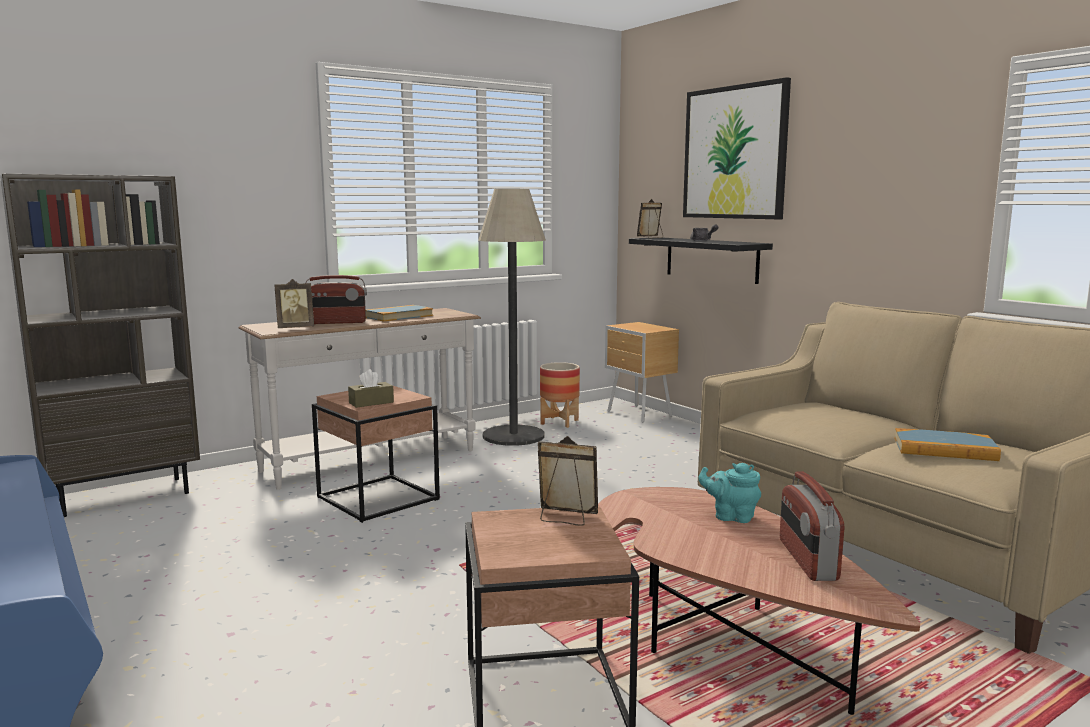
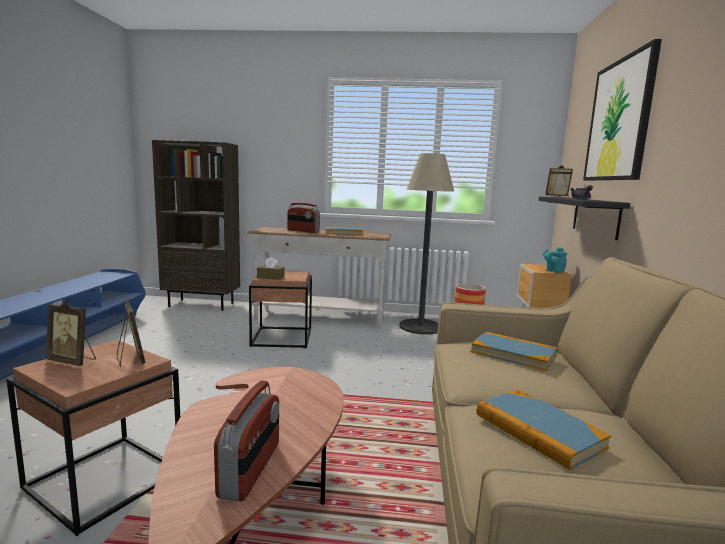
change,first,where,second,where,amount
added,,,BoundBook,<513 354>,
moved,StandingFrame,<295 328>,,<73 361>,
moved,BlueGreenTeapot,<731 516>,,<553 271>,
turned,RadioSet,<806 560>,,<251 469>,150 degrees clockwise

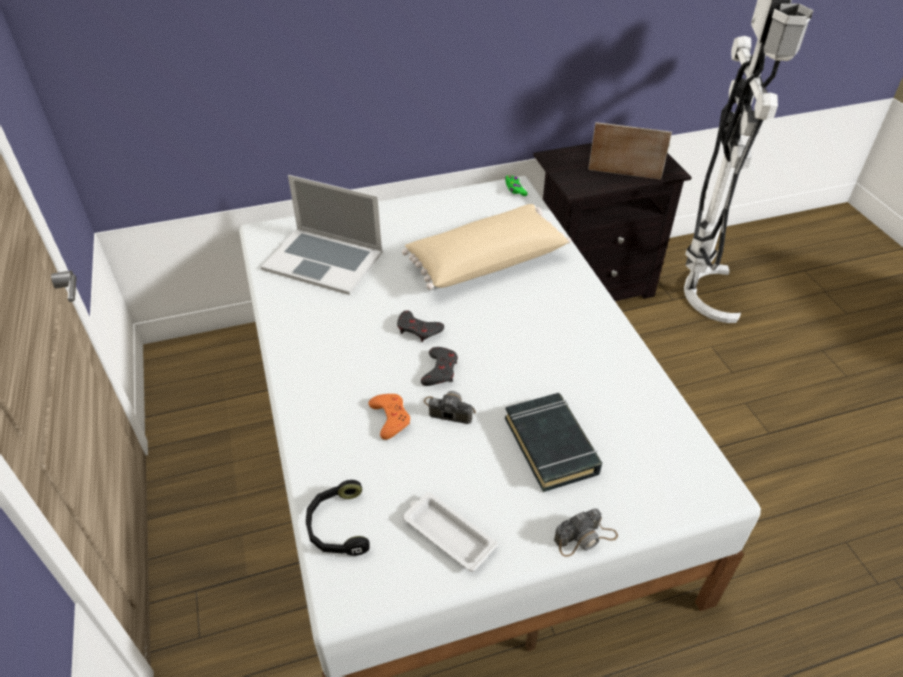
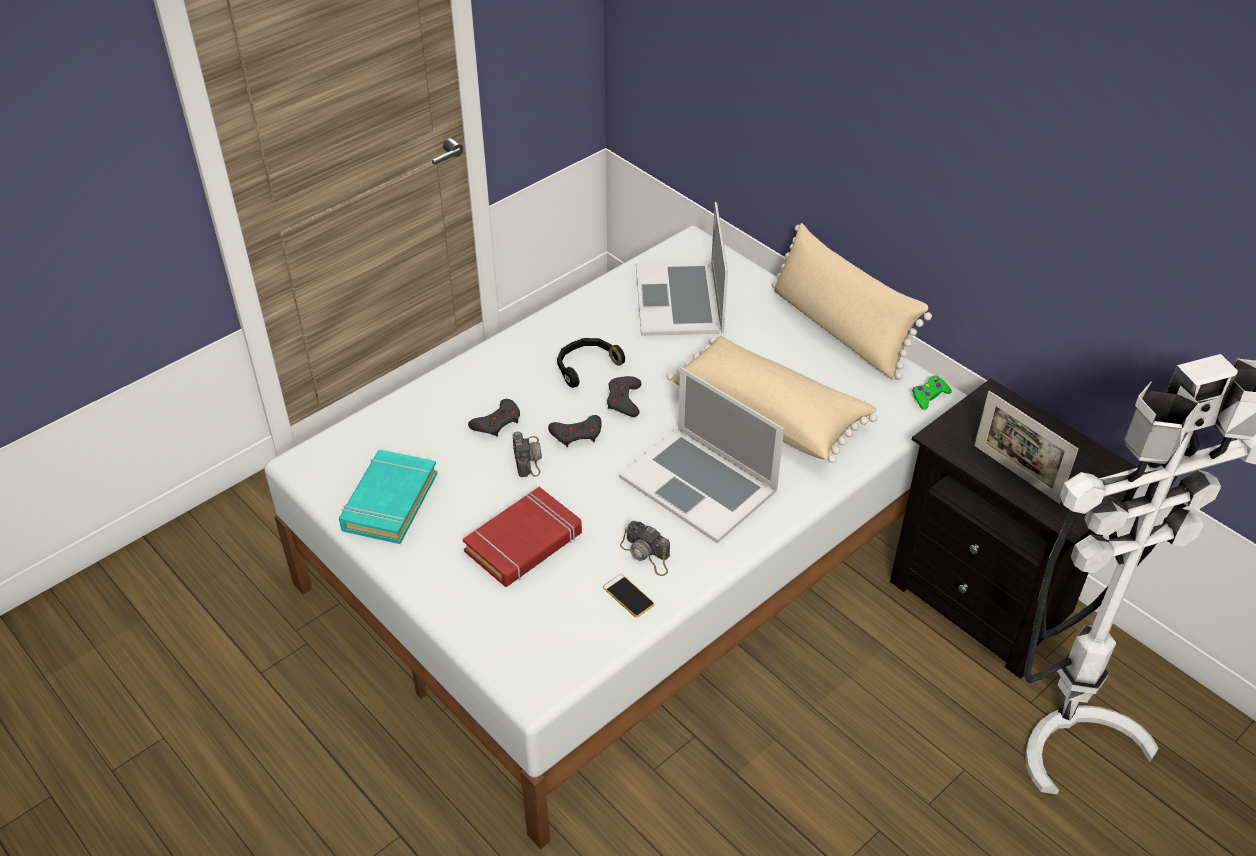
change,first,where,second,where,amount
added,,,Handset,<628 596>,
added,,,PortableComputer,<698 483>,
added,,,SandColouredCushion,<839 330>,
moved,BlackishHeadset,<337 526>,,<586 366>,
moved,PhotoCamera,<585 538>,,<647 554>,
replaced,WhitishCarryingTray,<447 533>,BlueGreenBoundBook,<389 502>,
recoloured,OrangeyGamepad,<390 418>,GreyishGamepad,<497 422>,
recoloured,BlackishBoundBook,<551 445>,RedColouredBoundBook,<524 543>,
turned,StandingFrame,<624 174>,,<1016 473>,150 degrees clockwise

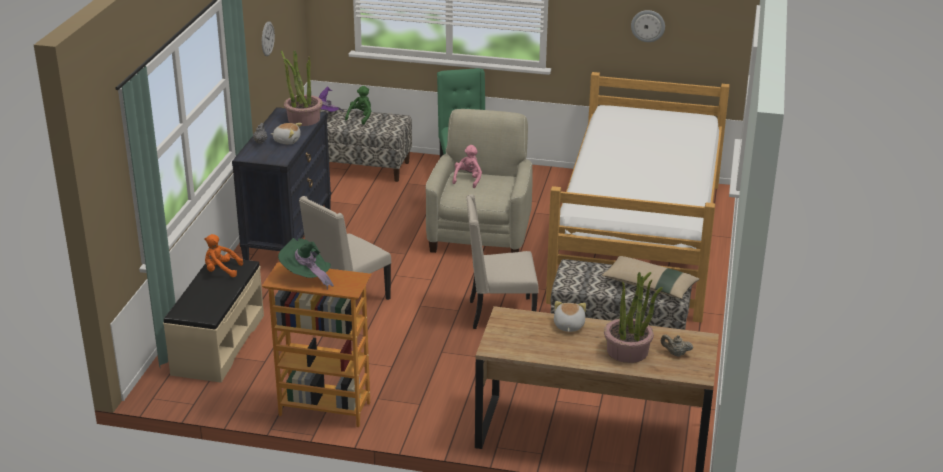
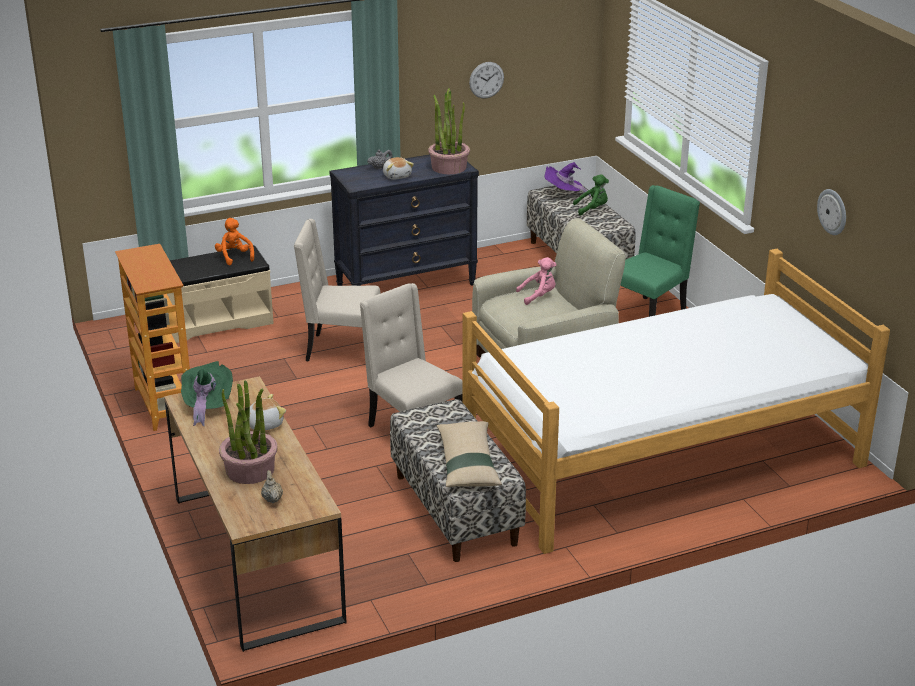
change,first,where,second,where,amount
moved,GreenishWearableHat,<307 277>,,<206 406>,

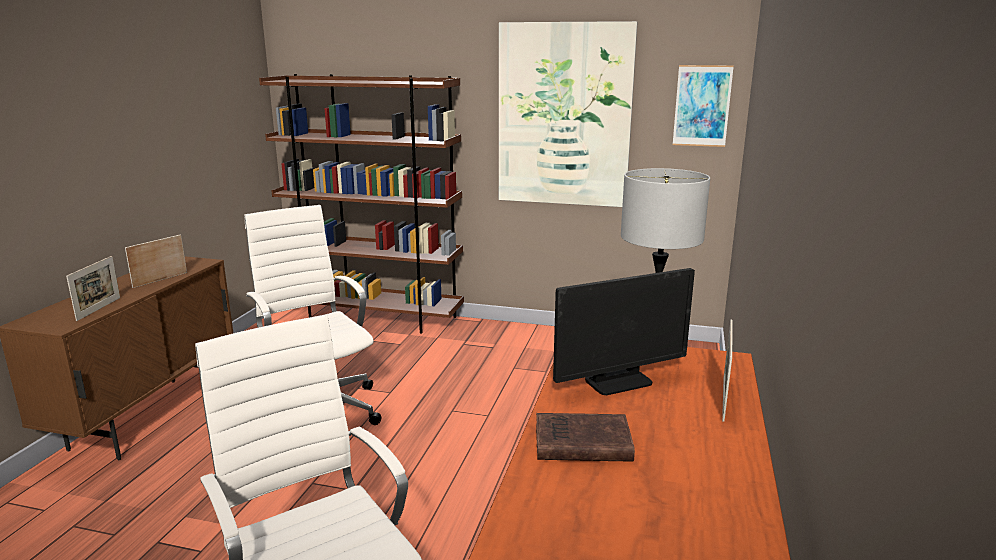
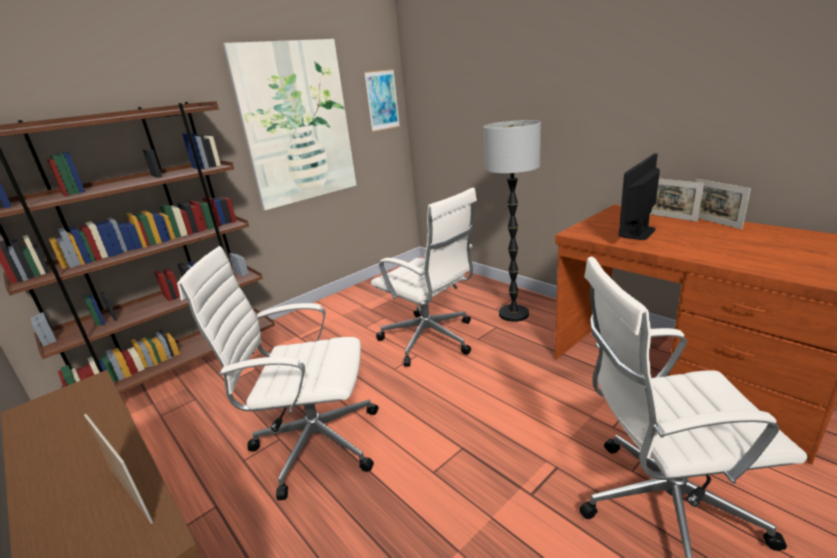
change,first,where,second,where,amount
removed,BrownishBoundBook,<579 443>,,,
added,,,WhitishComputerChair,<430 340>,
moved,StandingFrame,<160 280>,,<715 222>,
turned,ComputerDisplay,<618 381>,,<638 233>,150 degrees counterclockwise

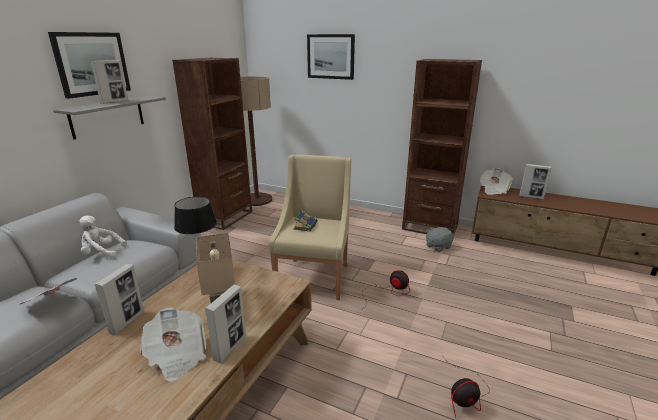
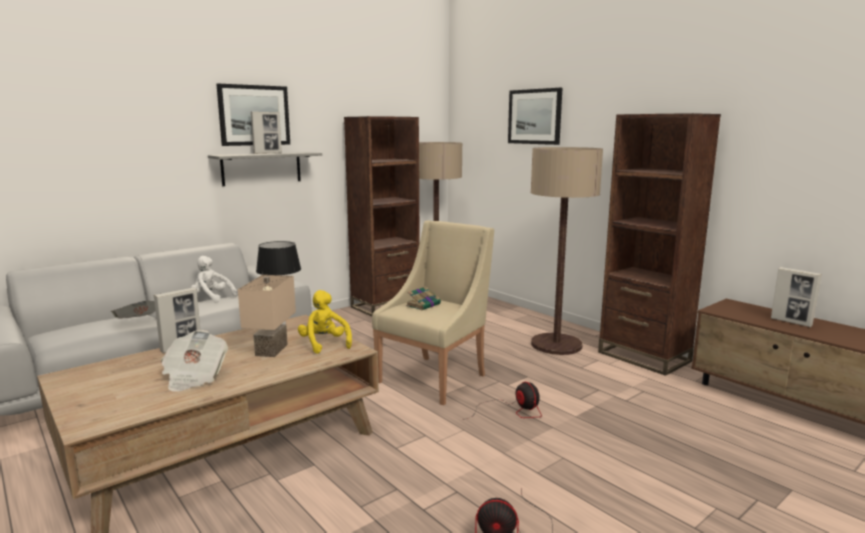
change,first,where,second,where,amount
removed,StandingFrame,<230 348>,,,
removed,GreyishSoftToy,<438 246>,,,
removed,Newspaper,<493 190>,,,
added,,,YellowishSoftToy,<324 344>,
added,,,StandardLamp,<556 345>,

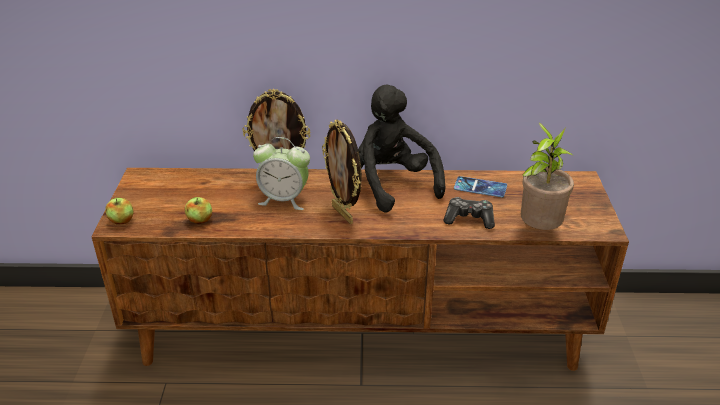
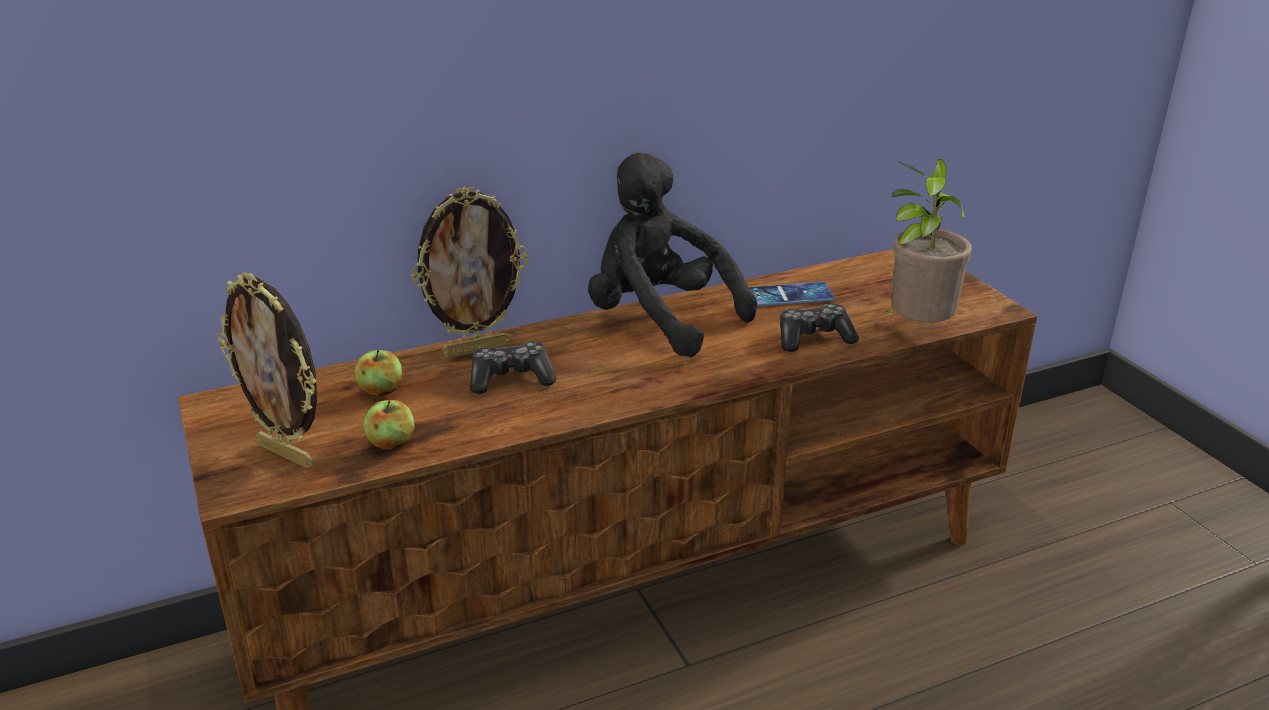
change,first,where,second,where,amount
moved,Apple,<121 220>,,<381 390>,
moved,StandingFrame,<343 214>,,<288 454>,
replaced,AlarmClock,<284 199>,Gamepad,<511 379>,

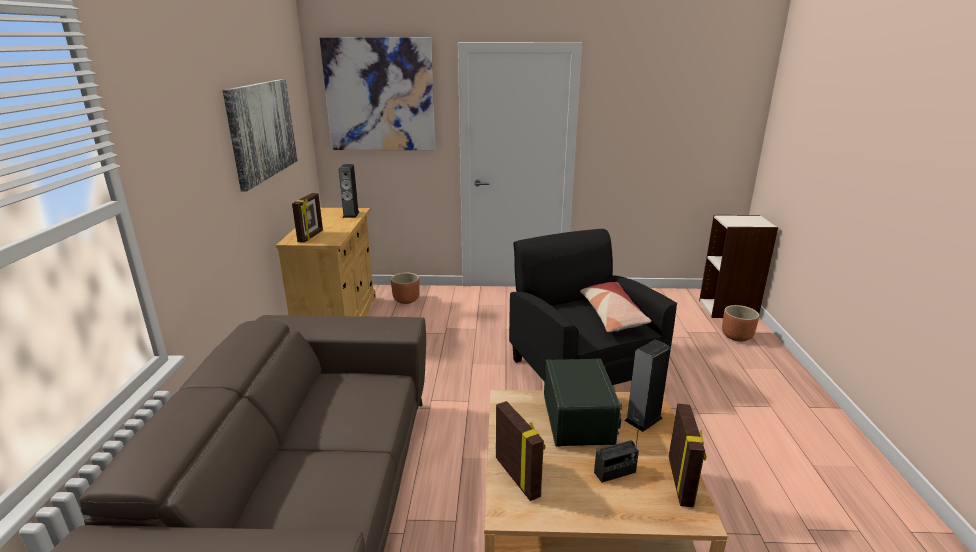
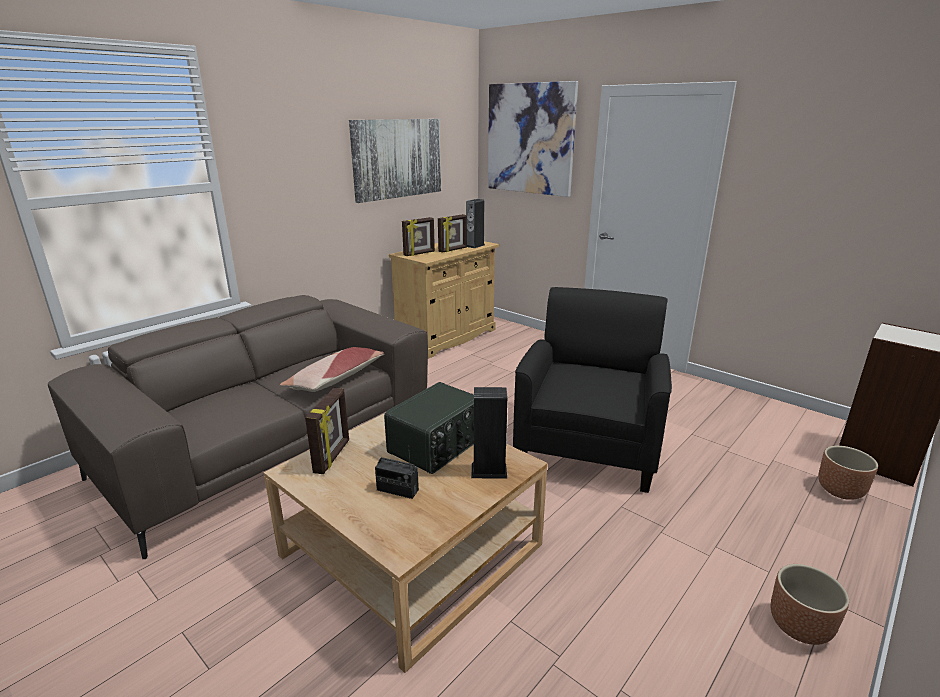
change,first,where,second,where,amount
moved,BrownishFlowerPot,<406 300>,,<798 626>,
moved,Cushion,<612 315>,,<335 379>,
moved,StandingFrame,<681 481>,,<453 250>,

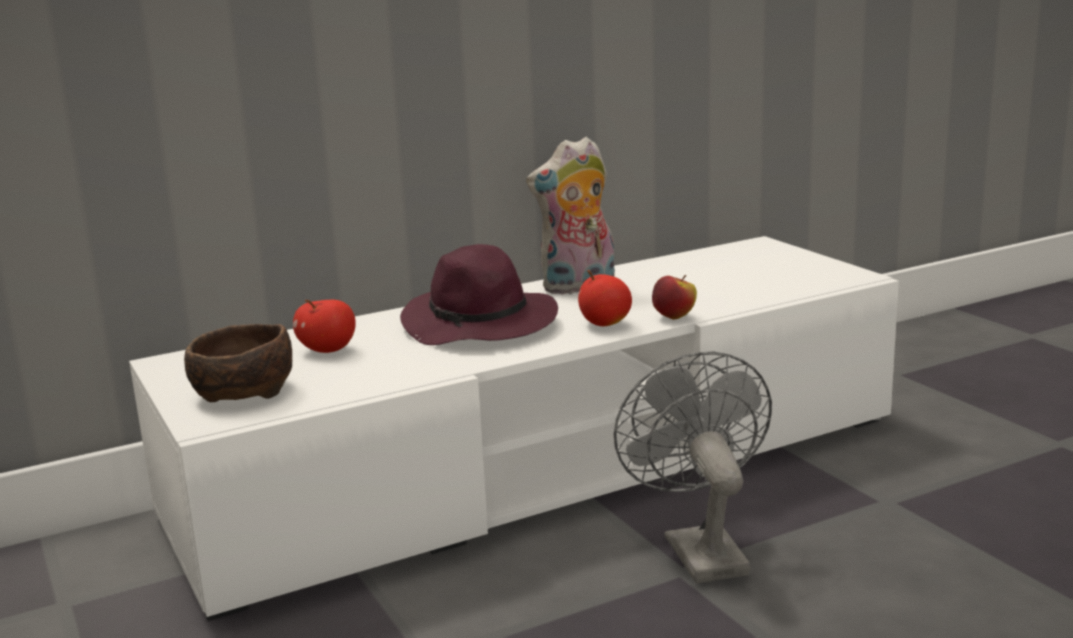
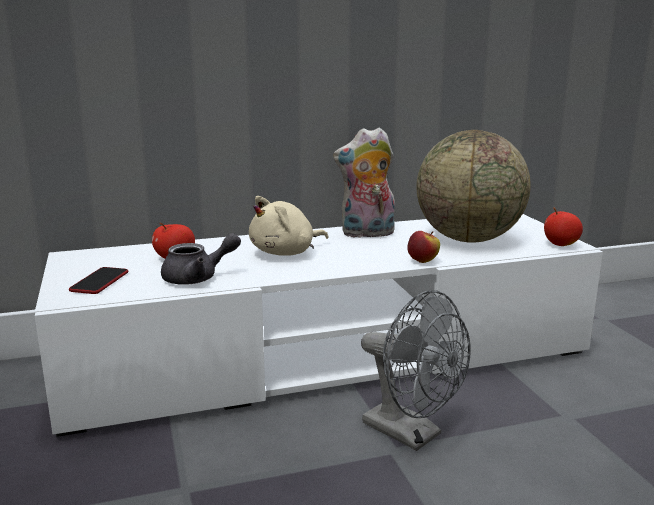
change,first,where,second,where,amount
added,,,GreyishTeapot,<198 278>,
added,,,WorldGlobe,<468 239>,
moved,Apple,<605 324>,,<560 244>,
replaced,BrownishDeepDish,<241 392>,Handset,<99 282>,
replaced,PurpleColouredWearableHat,<481 325>,SandColouredSoftToy,<286 253>,
turned,GreyishFan,<698 549>,,<412 434>,135 degrees clockwise

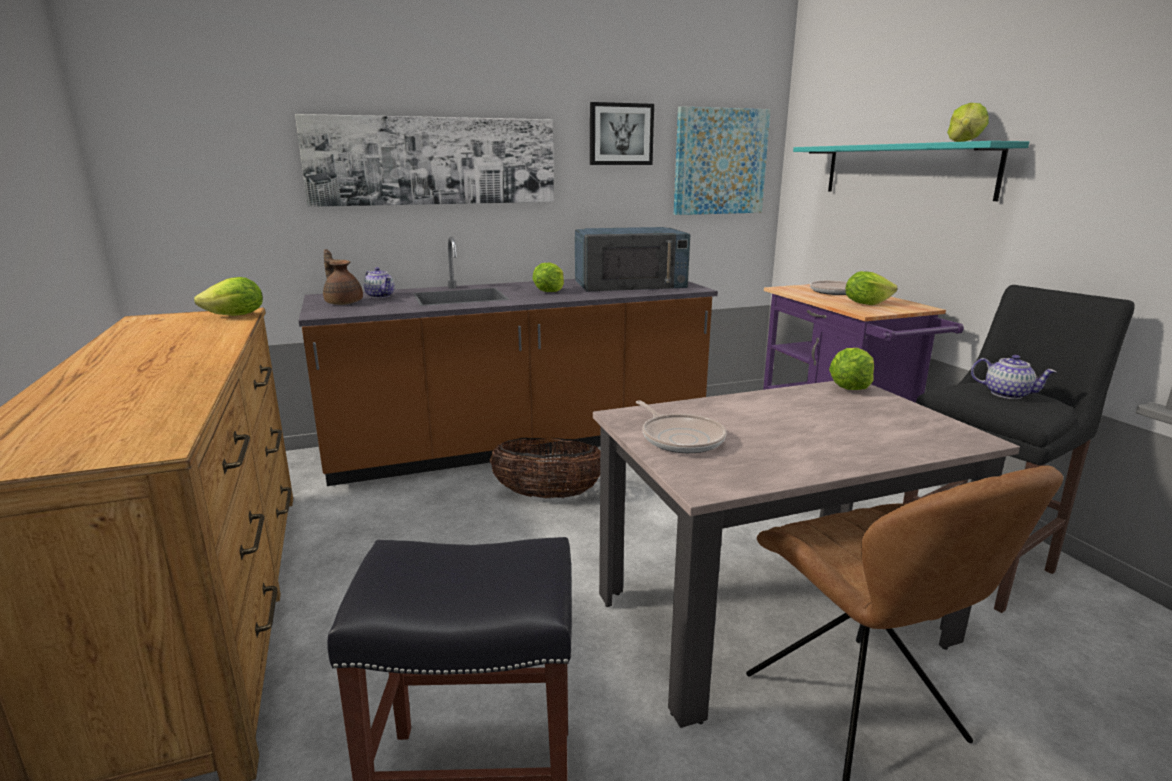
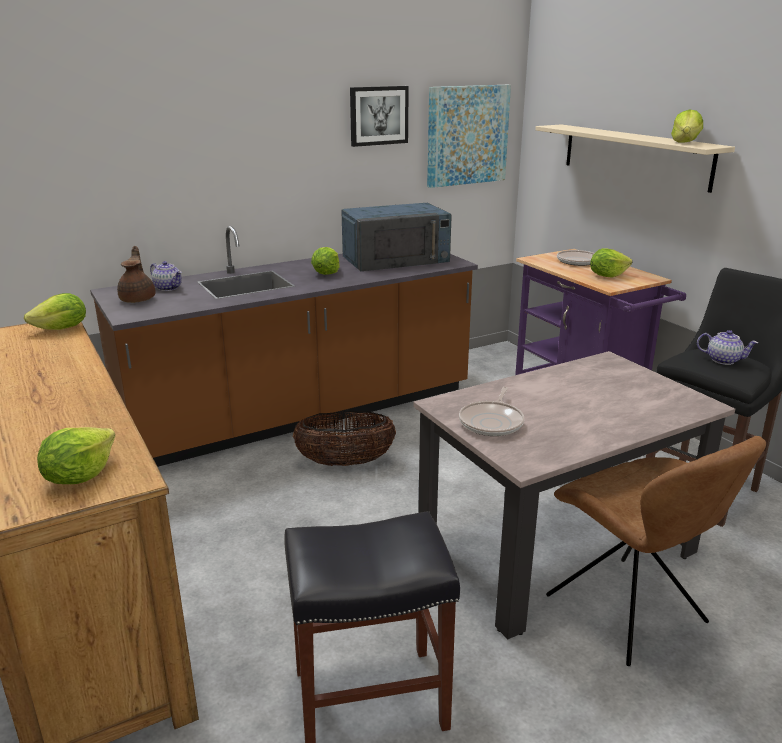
change,first,where,second,where,amount
removed,WallPicture,<433 161>,,,
moved,Lettuce,<850 388>,,<79 476>,
recoloured,BlueGreenBracketShelf,<905 170>,SandColouredBracketShelf,<634 156>,
turned,BrownishTeapot,<343 302>,,<138 299>,45 degrees clockwise
turned,Skillet,<680 438>,,<492 422>,60 degrees clockwise

